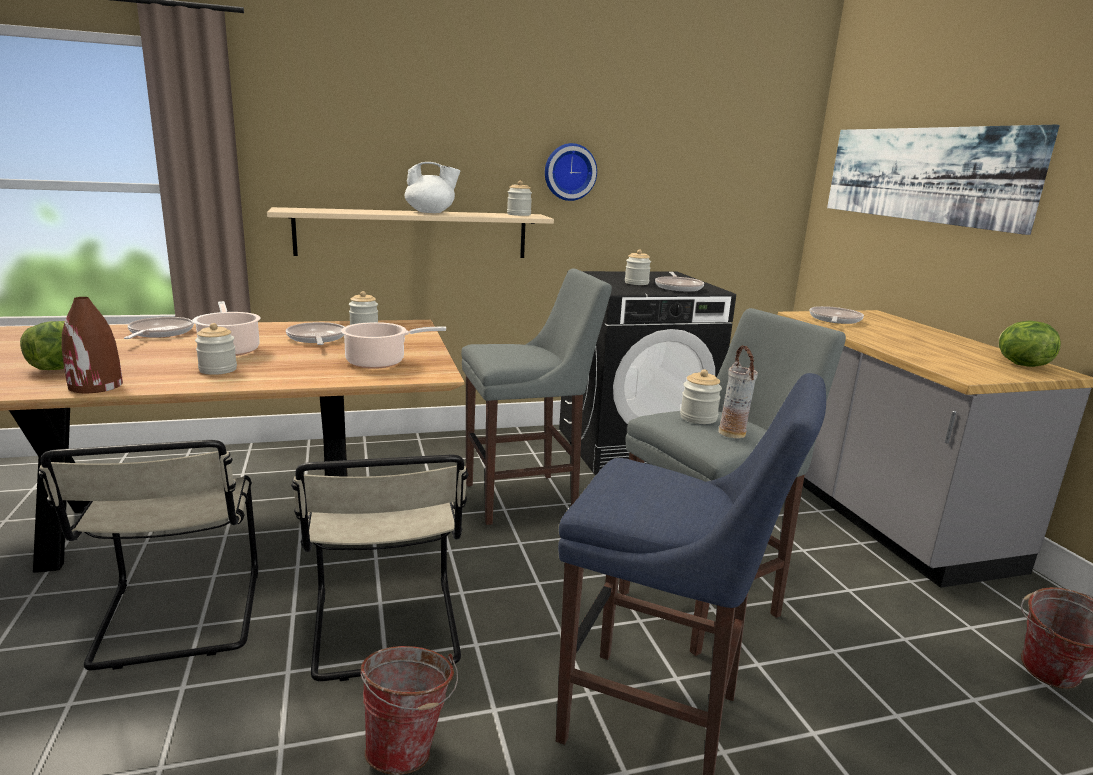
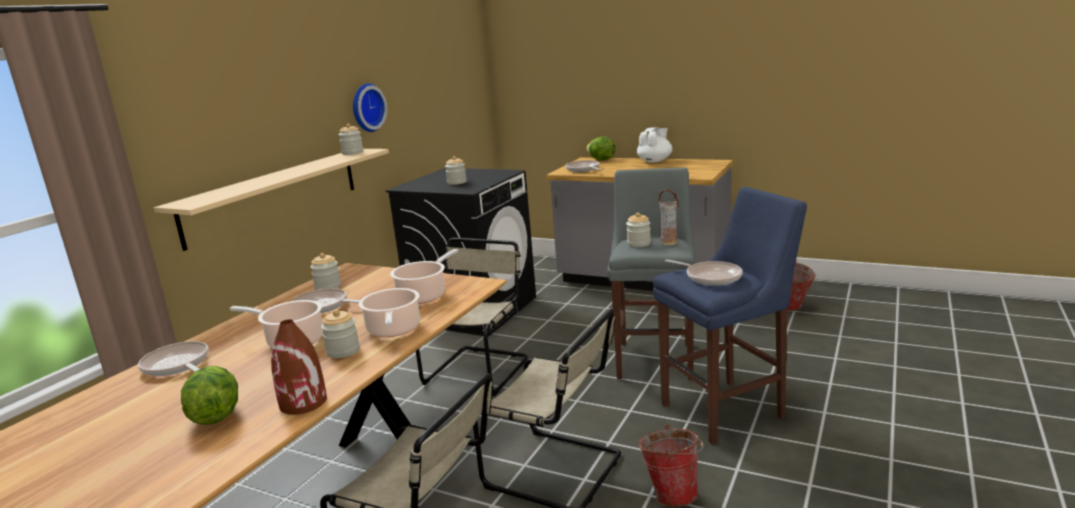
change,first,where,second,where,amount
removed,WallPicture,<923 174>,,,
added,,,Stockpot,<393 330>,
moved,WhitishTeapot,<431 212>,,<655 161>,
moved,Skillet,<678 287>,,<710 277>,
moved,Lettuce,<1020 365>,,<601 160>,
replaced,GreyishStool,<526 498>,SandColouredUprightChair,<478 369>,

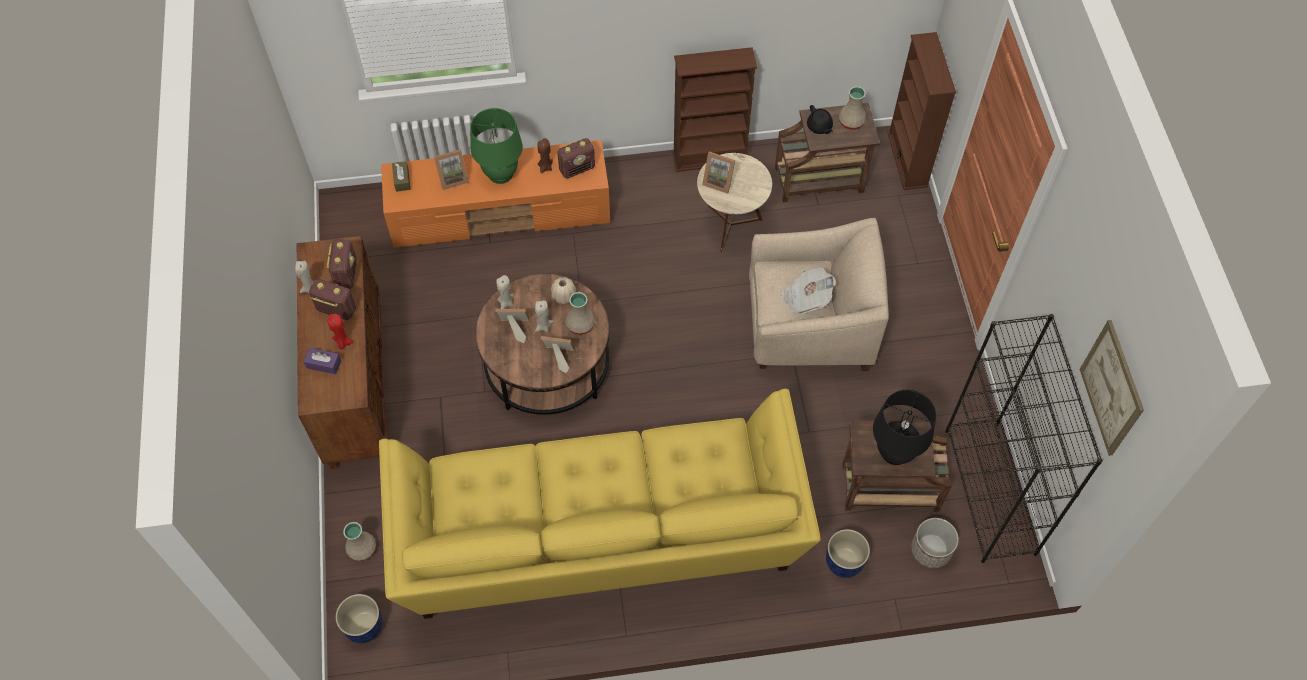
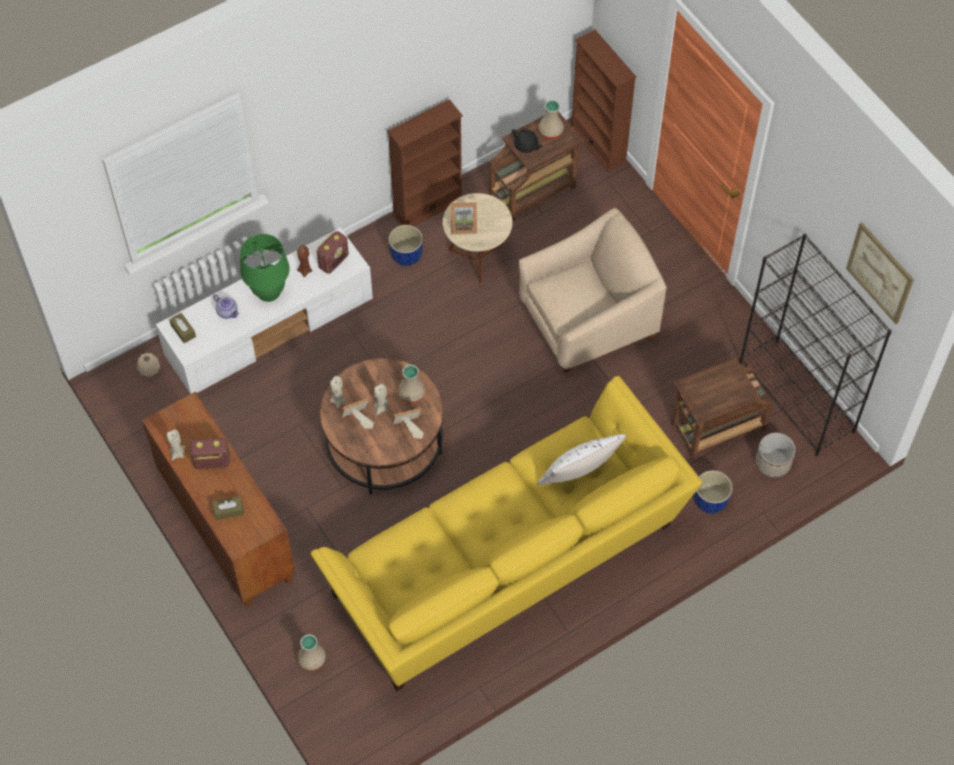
change,first,where,second,where,amount
removed,RadioSet,<346 274>,,,
removed,RedColouredWaxCandle,<343 342>,,,
removed,Newspaper,<806 298>,,,
removed,BlackishLampForATable,<895 452>,,,
added,,,WhitishCushion,<579 476>,
moved,BlueFlowerPot,<363 627>,,<406 255>,
moved,SandColouredFlowerVase,<564 296>,,<149 369>,
replaced,StandingFrame,<452 178>,Teapot,<228 312>,
recoloured,PurpleColouredTissueBox,<324 364>,BrownishTissueBox,<228 510>,
recoloured,OrangeyTvUnit,<502 213>,WhitishTvUnit,<270 327>,

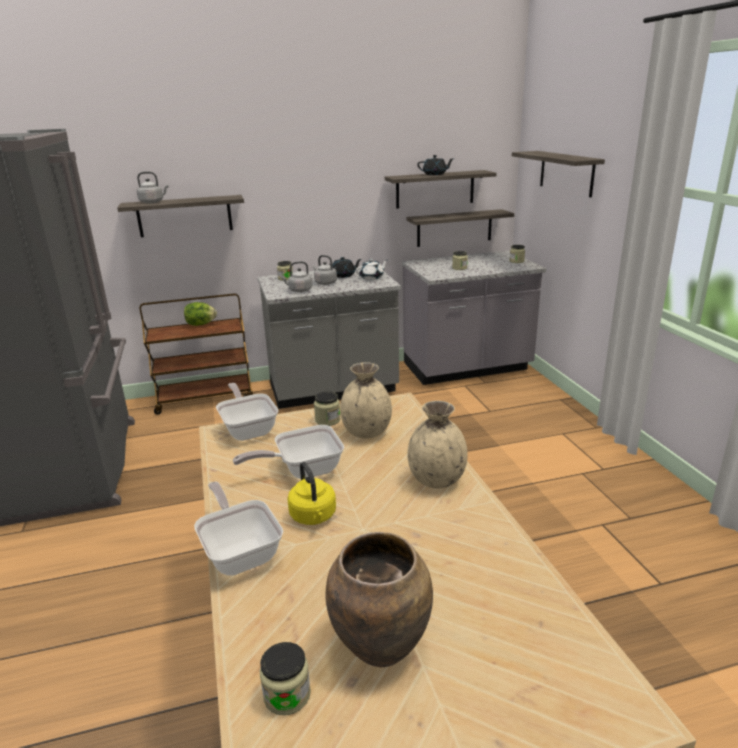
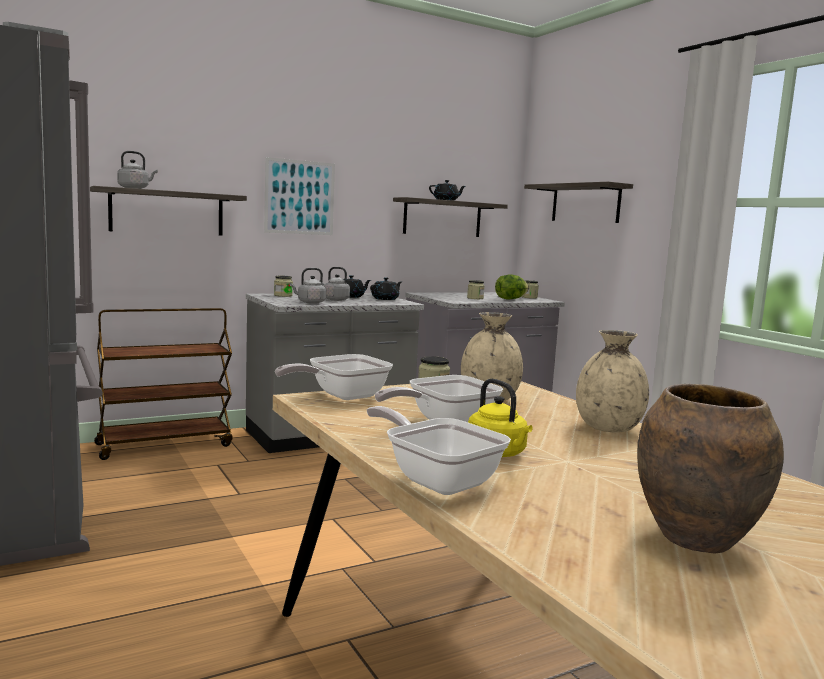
change,first,where,second,where,amount
removed,Jar,<287 694>,,,
removed,BracketShelf,<454 228>,,,
added,,,WallPicture,<299 197>,
moved,Lettuce,<201 324>,,<510 299>,
recoloured,WhitishTeapot,<372 277>,BlackishTeapot,<385 299>,
turned,Skillet,<248 429>,,<341 396>,90 degrees counterclockwise

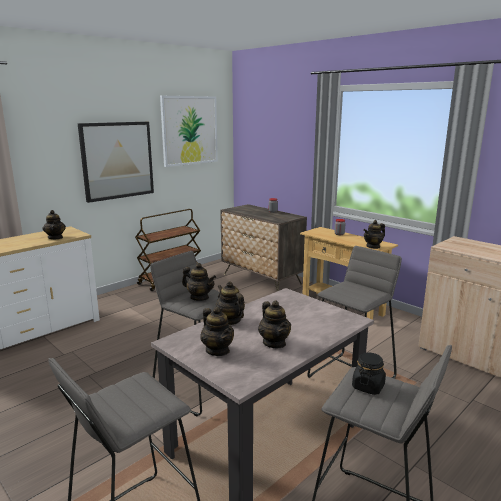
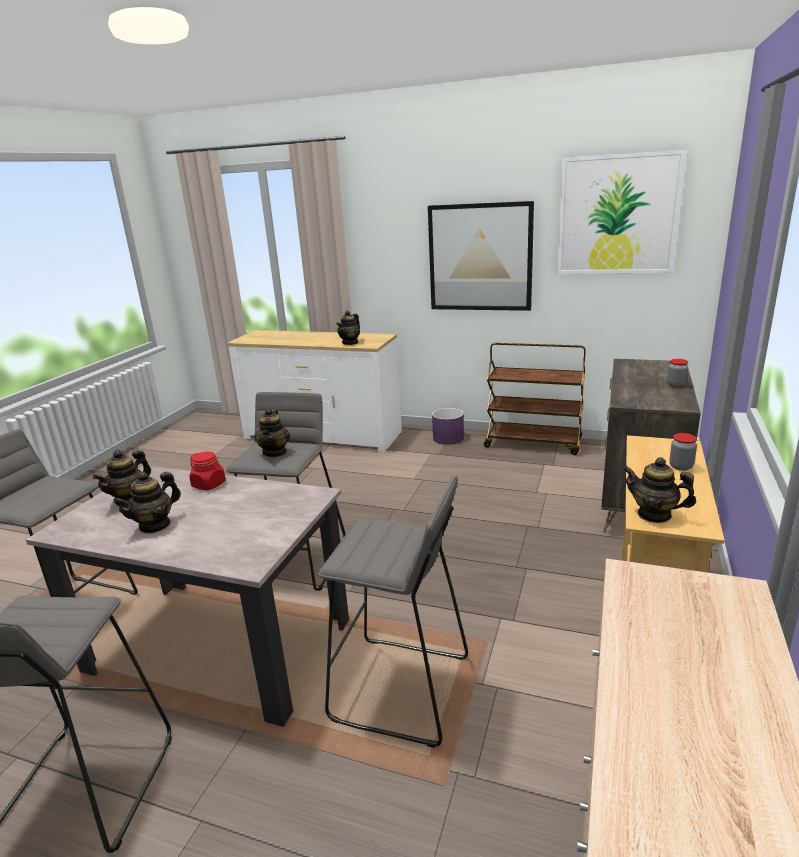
change,first,where,second,where,amount
removed,BlackishJar,<368 386>,,,
added,,,PurpleColouredFlowerPot,<448 438>,
replaced,Teapot,<230 320>,RedColouredJar,<209 484>,

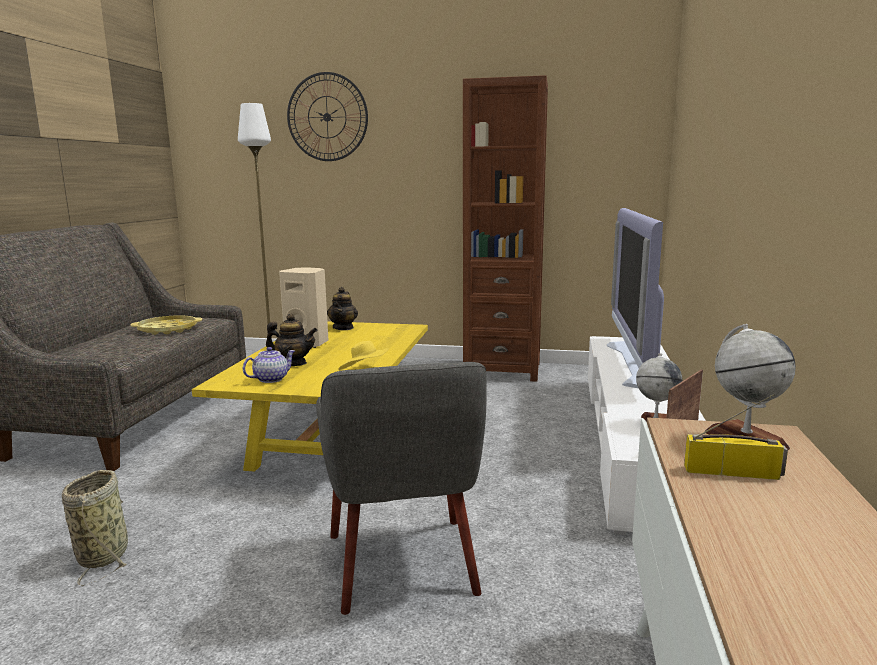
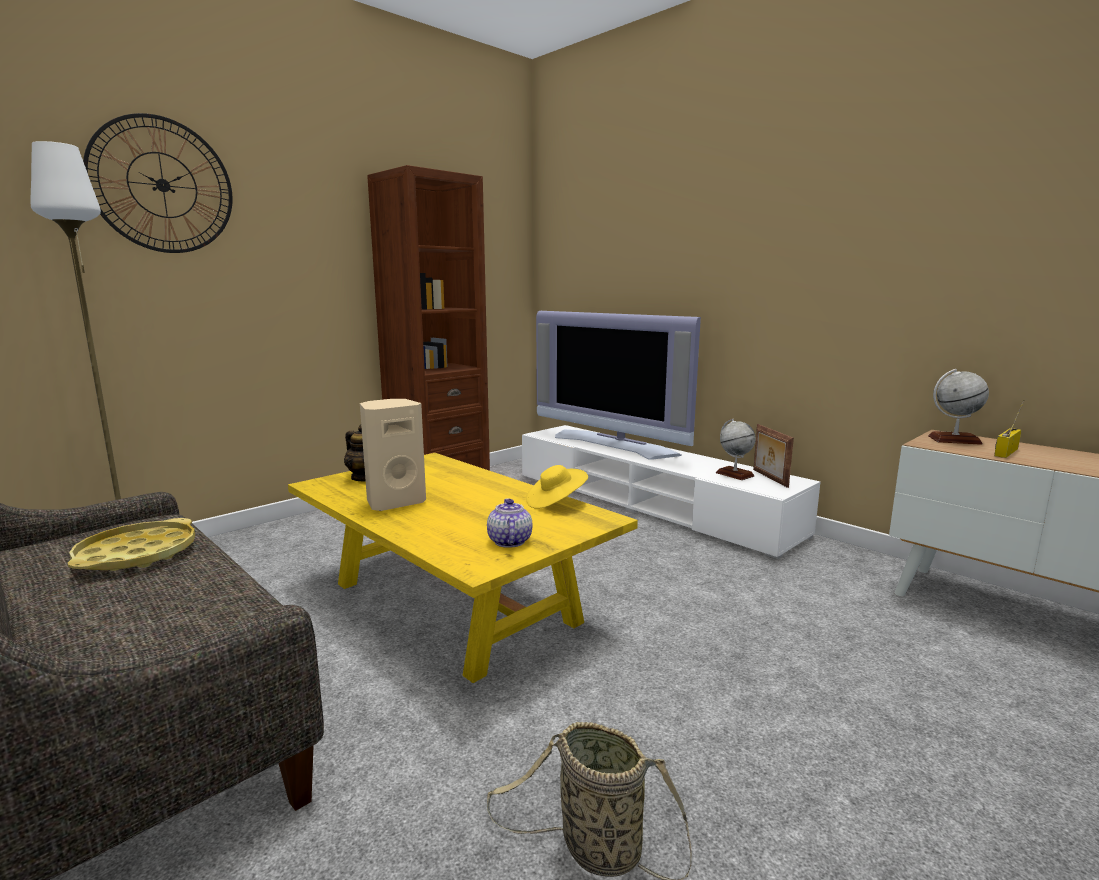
change,first,where,second,where,amount
removed,Teapot,<293 363>,,,
removed,GreyishEasyChair,<403 563>,,,

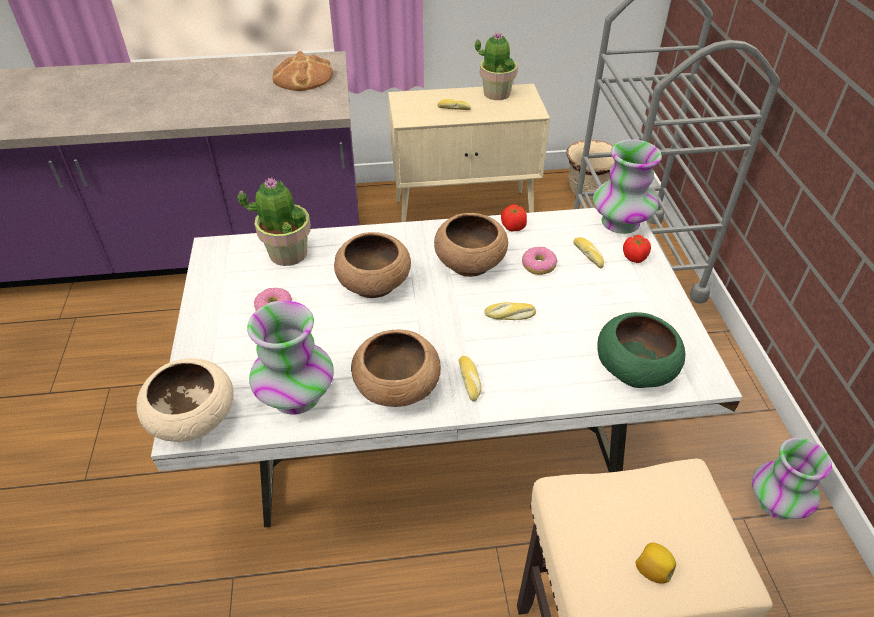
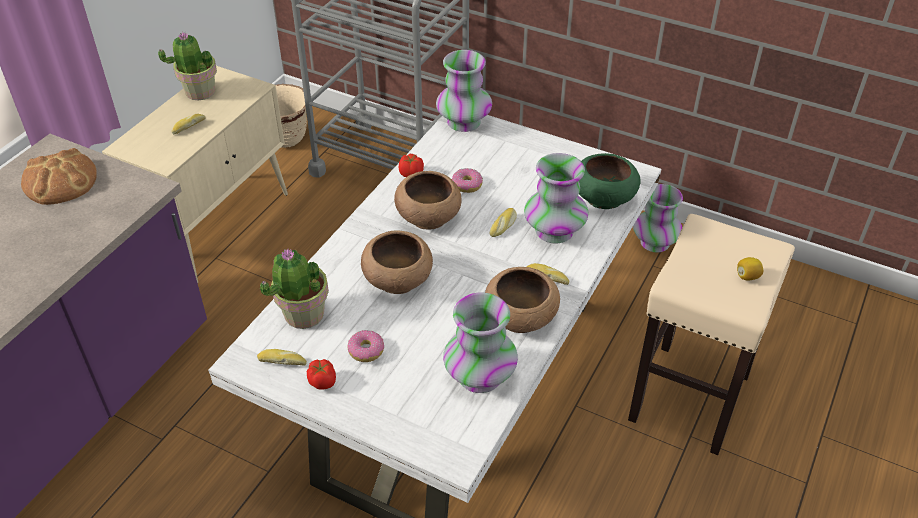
change,first,where,second,where,amount
removed,SandColouredDeepDish,<194 419>,,,
added,,,FlowerVase,<554 231>,
moved,BakedBread,<589 256>,,<282 361>,
moved,Tomato,<634 257>,,<322 382>,

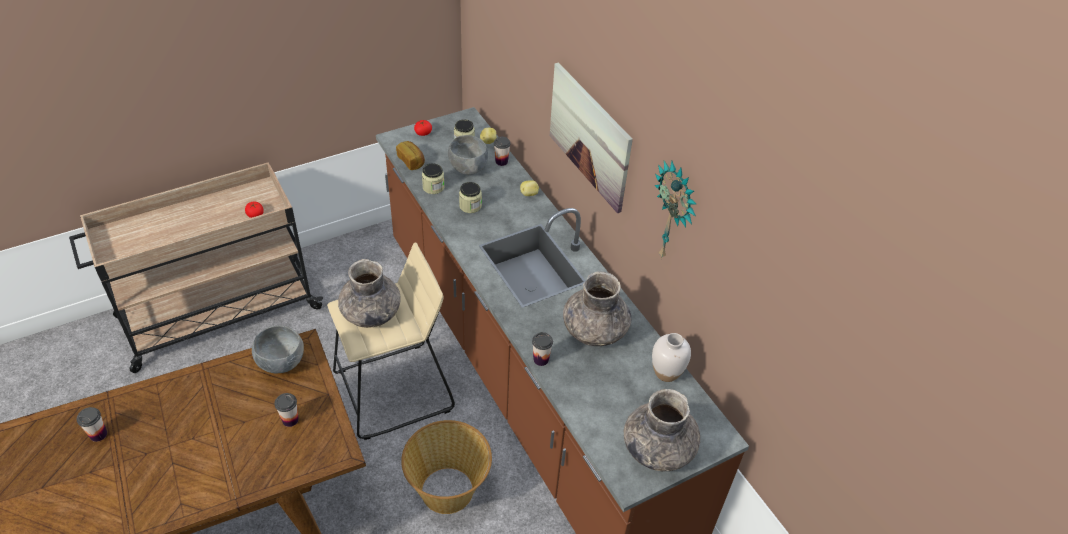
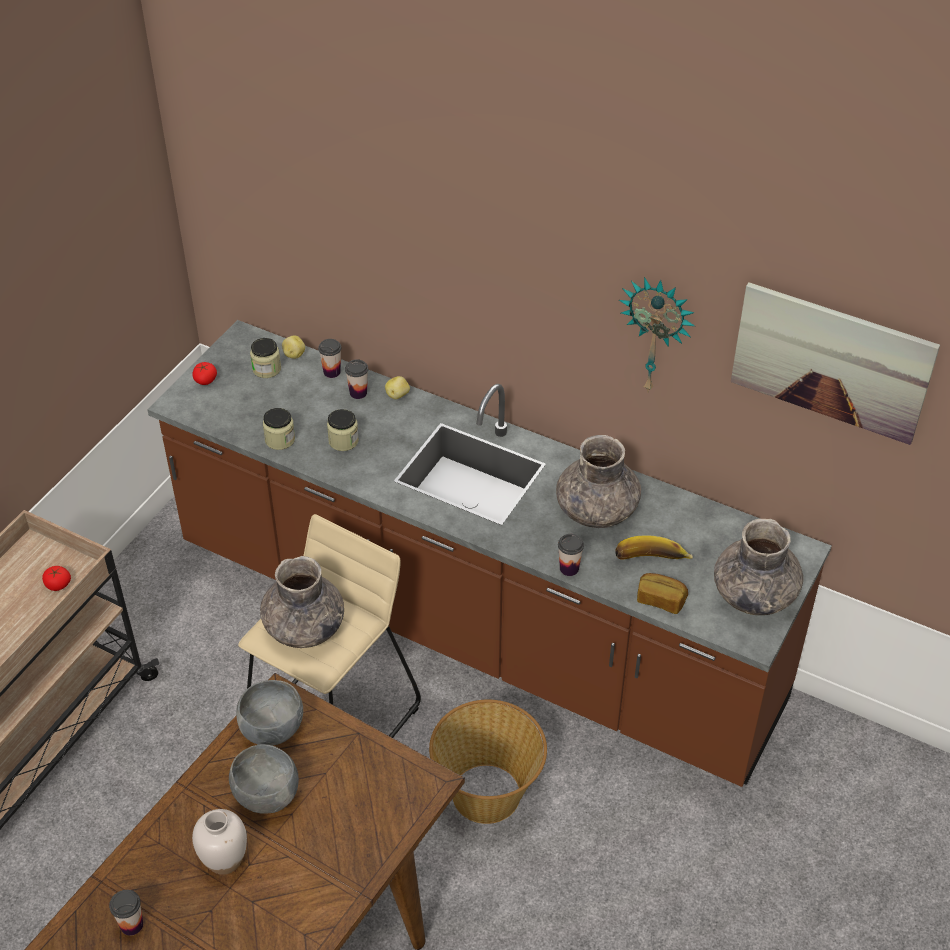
change,first,where,second,where,amount
added,,,WholeBanana,<651 562>,
moved,SmallCup,<290 420>,,<358 393>,
moved,BakedBread,<411 161>,,<661 599>,
moved,GreyishDeepDish,<467 169>,,<266 797>,
moved,WallPicture,<589 136>,,<831 362>,
moved,WhitishFlowerVase,<666 372>,,<224 860>,

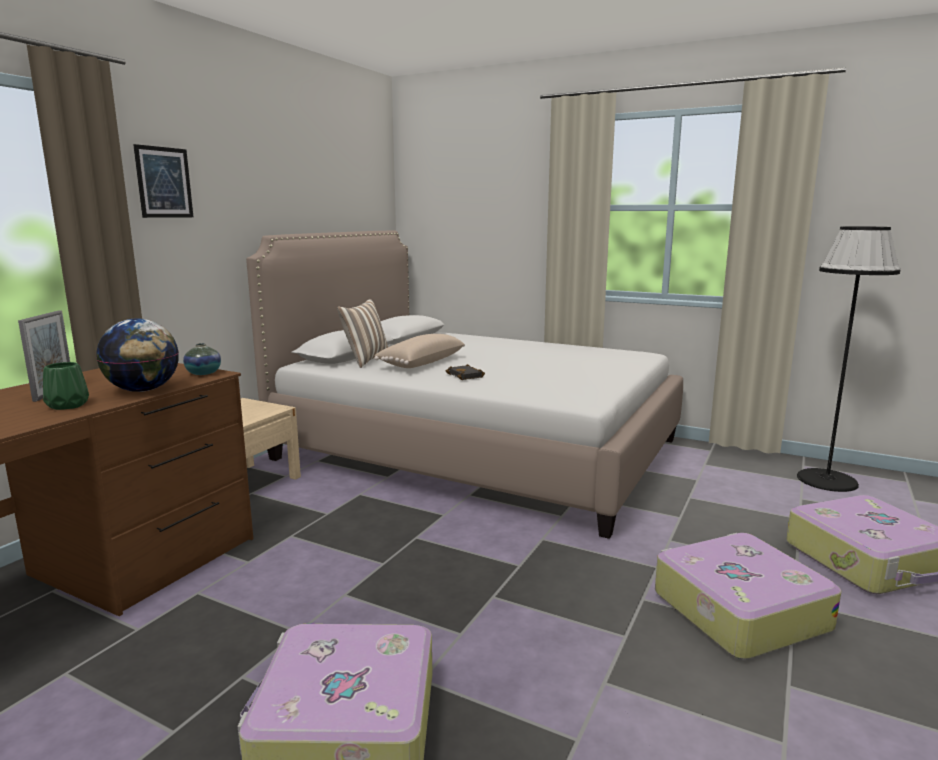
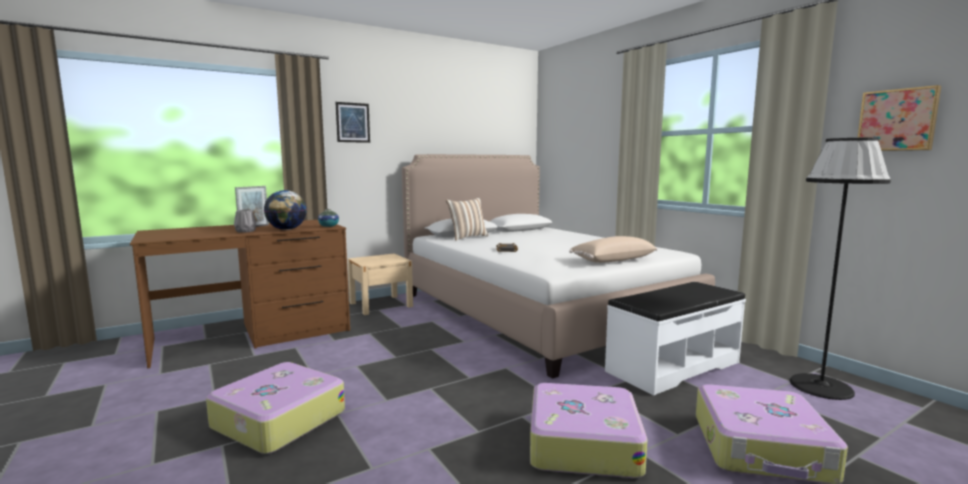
change,first,where,second,where,amount
added,,,WhitishBench,<672 366>,
added,,,WallPicture,<897 120>,
moved,SandColouredCushion,<420 363>,,<612 260>,
recoloured,GreenishFlowerVase,<69 405>,GreyishFlowerVase,<246 231>,

